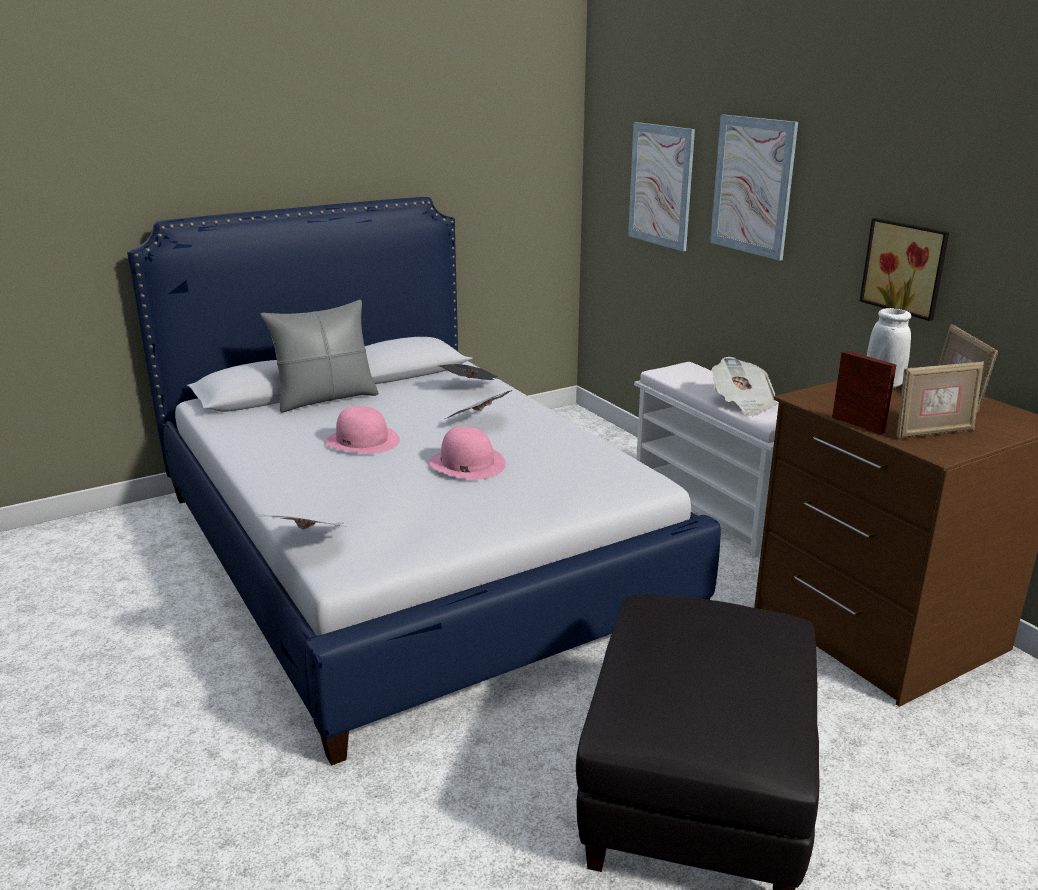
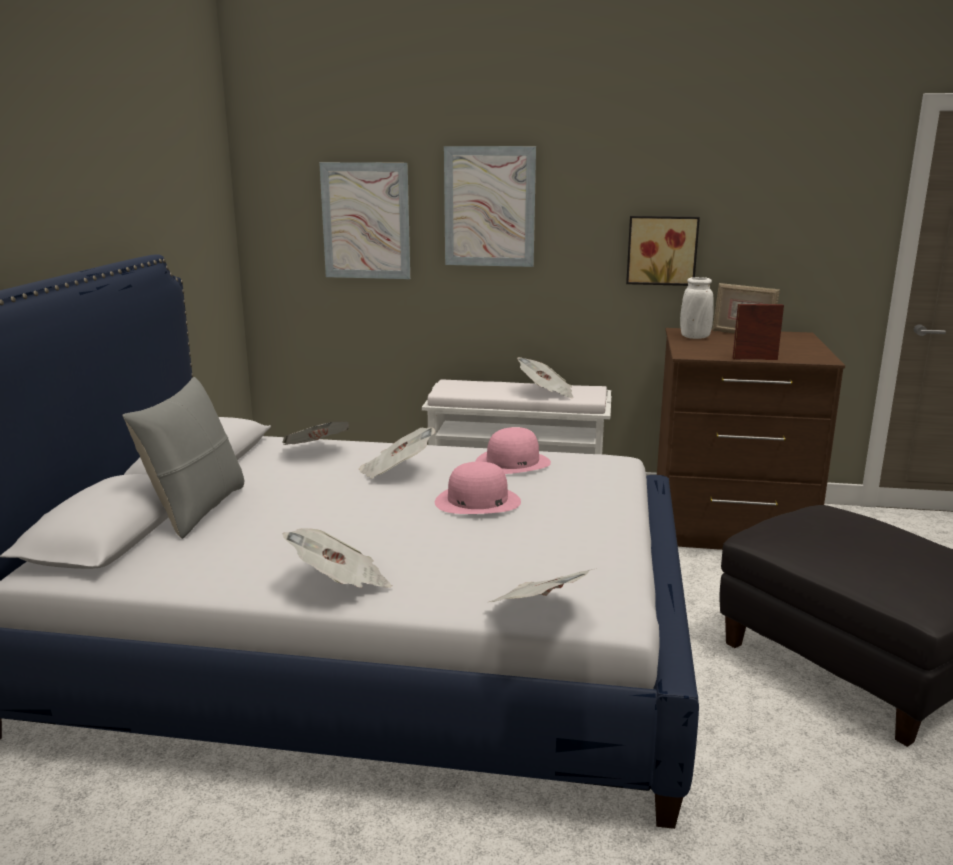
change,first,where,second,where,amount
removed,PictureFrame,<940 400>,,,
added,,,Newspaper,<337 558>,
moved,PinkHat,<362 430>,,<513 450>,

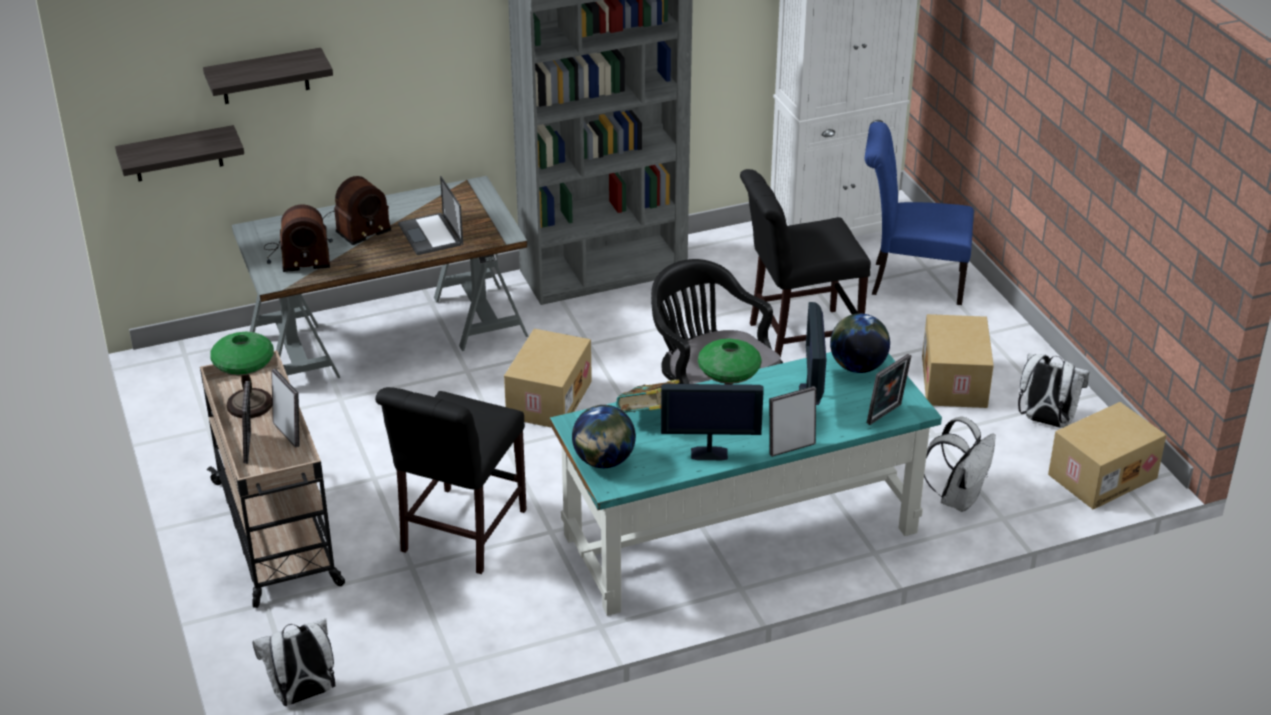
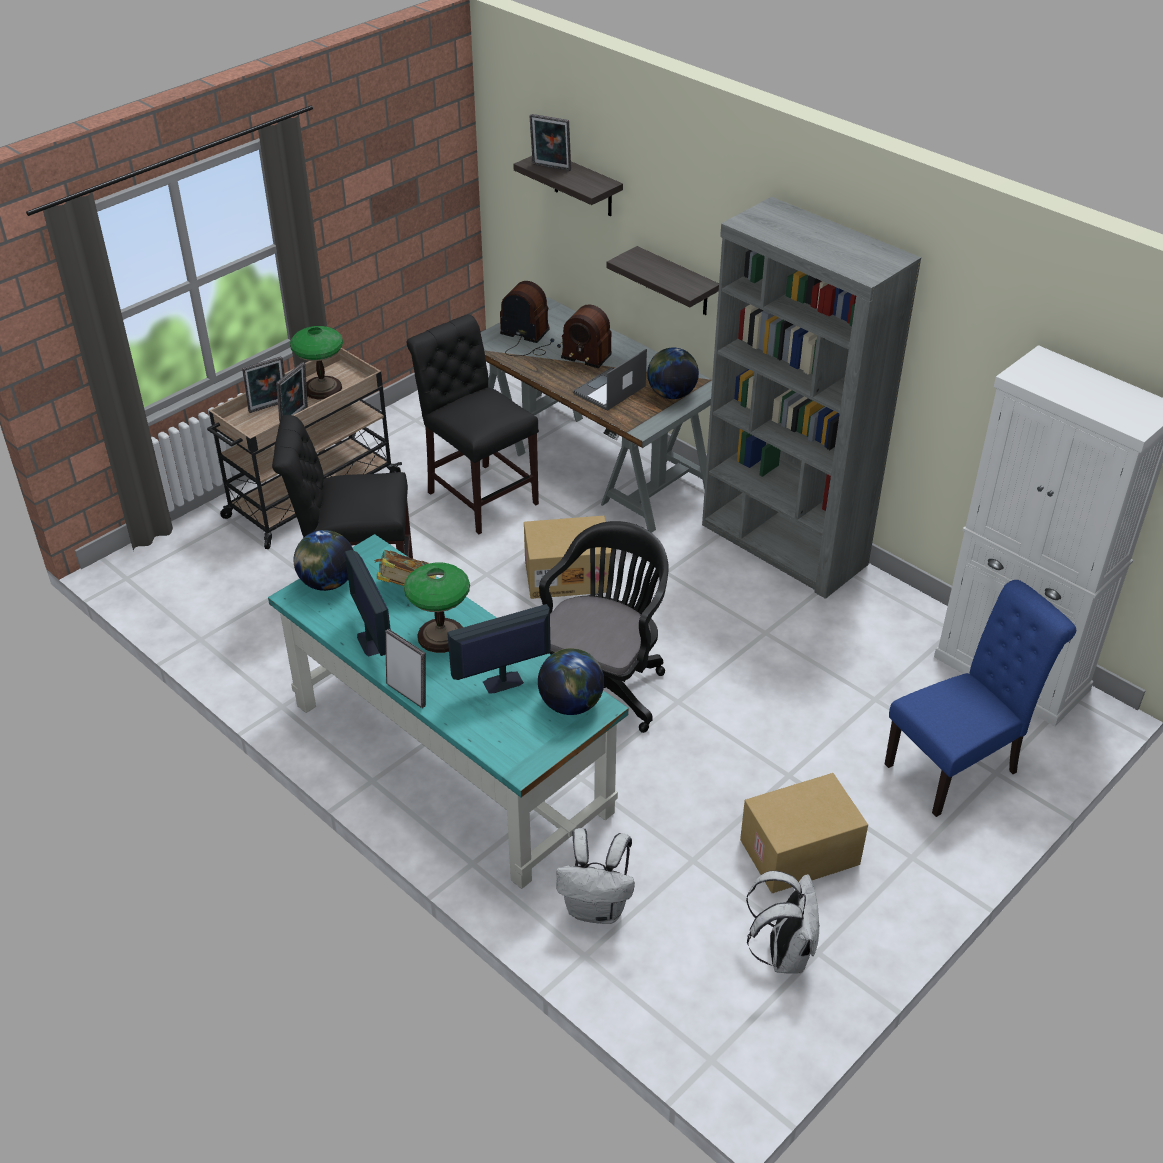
change,first,where,second,where,amount
removed,WhiteBackpack,<293 662>,,,
removed,CardboardBox,<1107 455>,,,
added,,,Globe,<673 373>,
moved,Shelf,<179 153>,,<662 280>,
moved,BlackChair,<805 263>,,<473 424>,
moved,PictureFrame,<889 389>,,<550 142>,
turned,Radio,<297 238>,,<527 318>,150 degrees clockwise
turned,BlueChair,<919 213>,,<980 698>,75 degrees clockwise

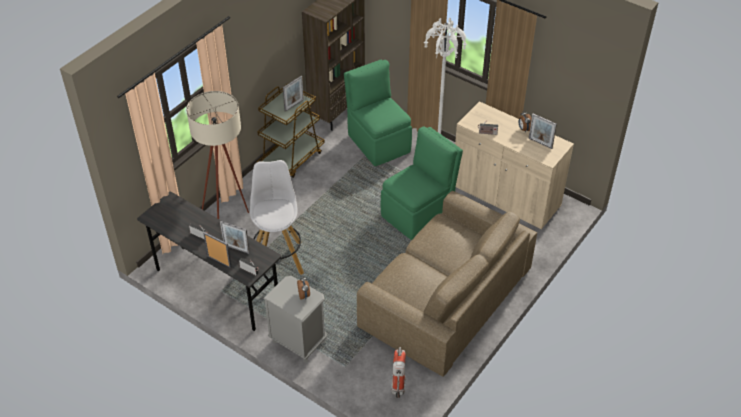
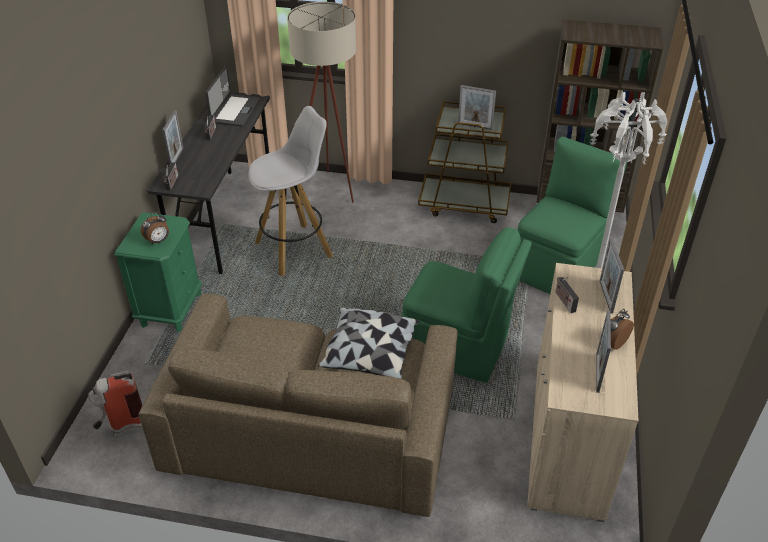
change,first,where,second,where,amount
added,,,Laptop,<232 96>,
added,,,Pillow,<369 343>,
moved,PictureFrame,<235 237>,,<611 276>,
recoloured,GreyNightstand,<295 319>,GreenNightstand,<158 272>,

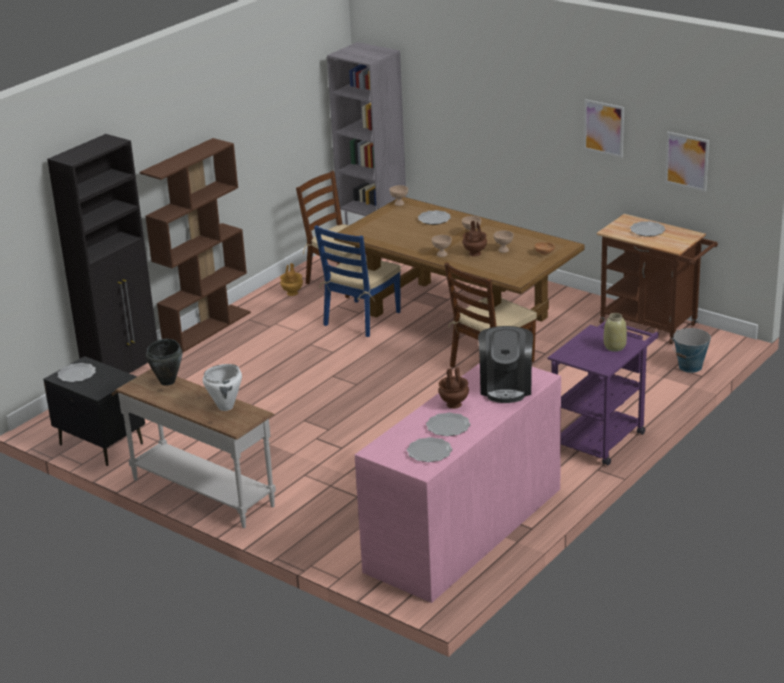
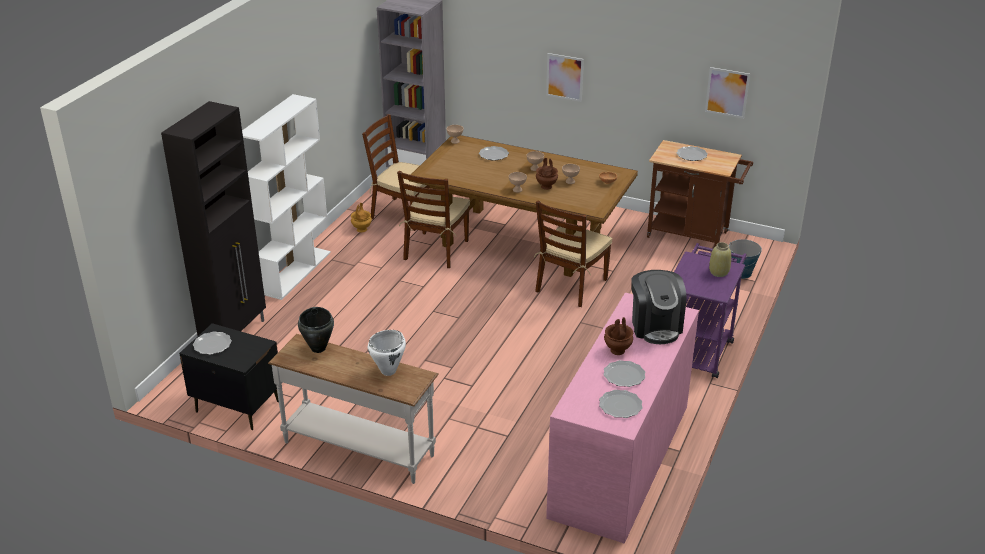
change,first,where,second,where,amount
moved,Picture,<604 128>,,<565 77>,
recoloured,BrownBookcase,<195 245>,WhiteBookcase,<286 197>,
recoloured,BlueChair,<357 281>,BrownChair,<433 219>,

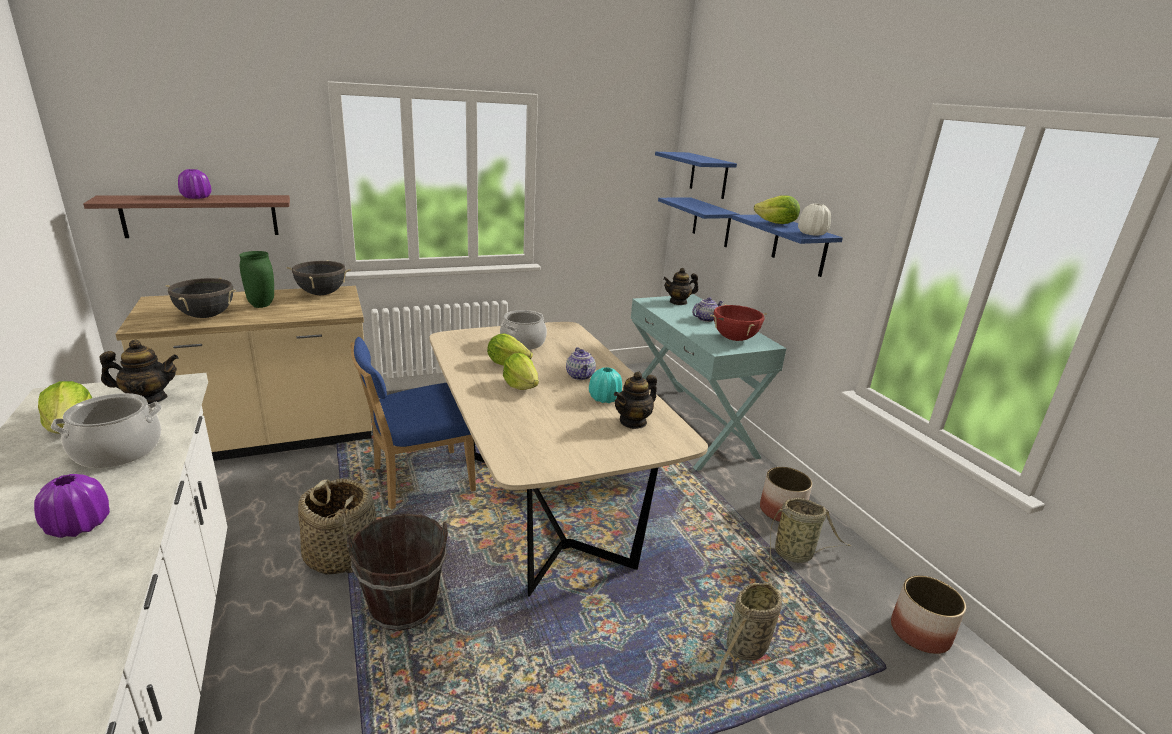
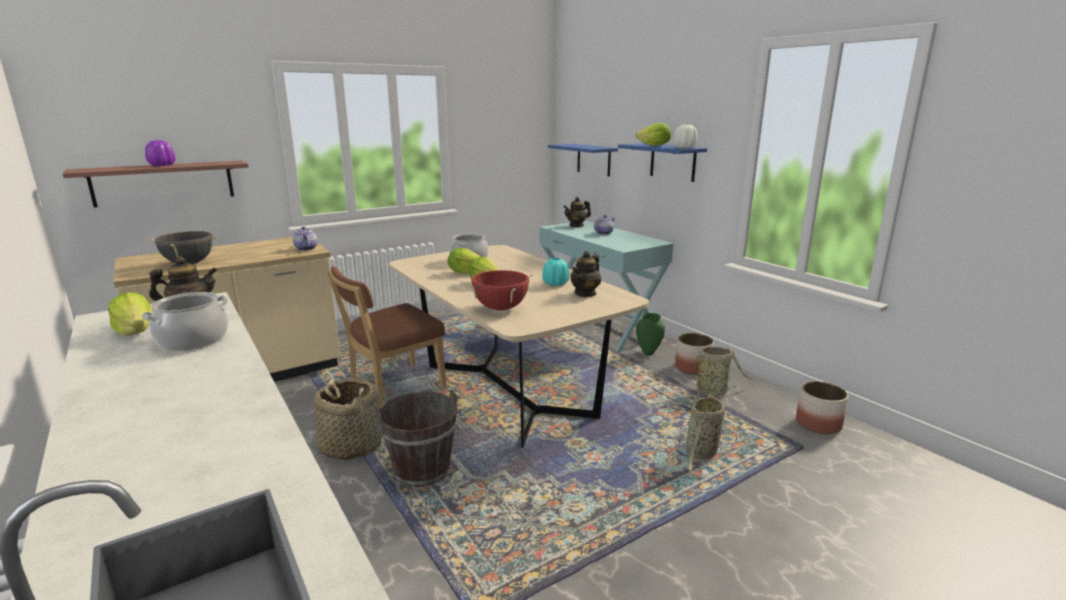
change,first,where,second,where,amount
removed,PurpleVase,<72 506>,,,
removed,BlackCookingPot,<318 277>,,,
removed,BlueShelf,<696 175>,,,
moved,GreenVase,<256 279>,,<650 334>,
moved,Teapot,<581 363>,,<305 239>,
moved,RedCookingPot,<738 322>,,<499 290>,
recoloured,BlueChair,<413 423>,BrownChair,<387 336>,

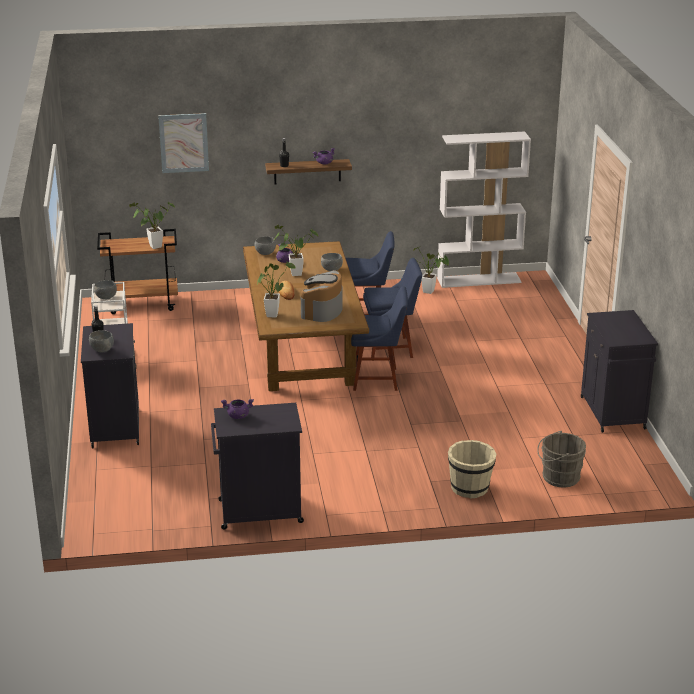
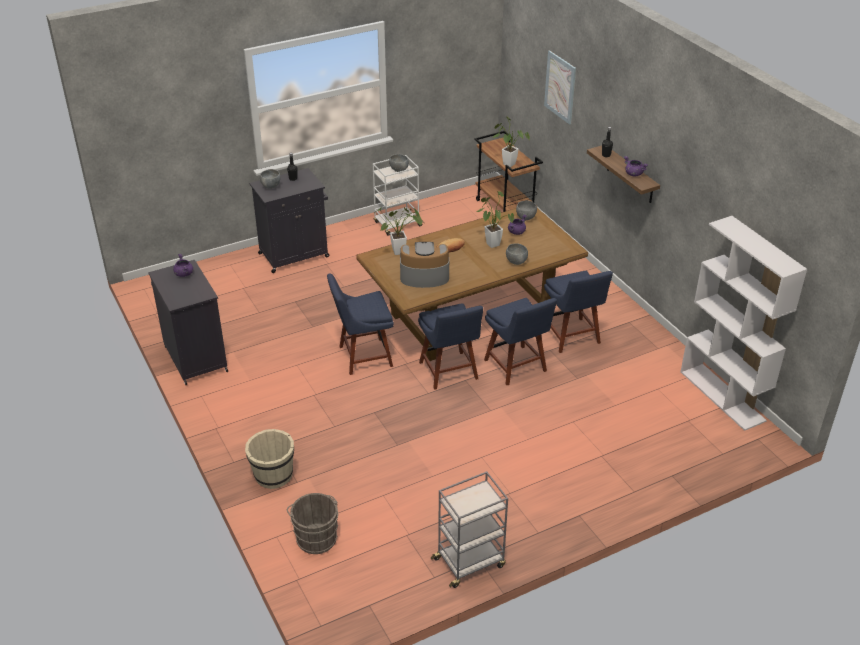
change,first,where,second,where,amount
removed,PottedPlant,<431 270>,,,
added,,,BlueChair,<360 324>,
replaced,BlackCabinet,<619 371>,GreyCart,<469 529>,

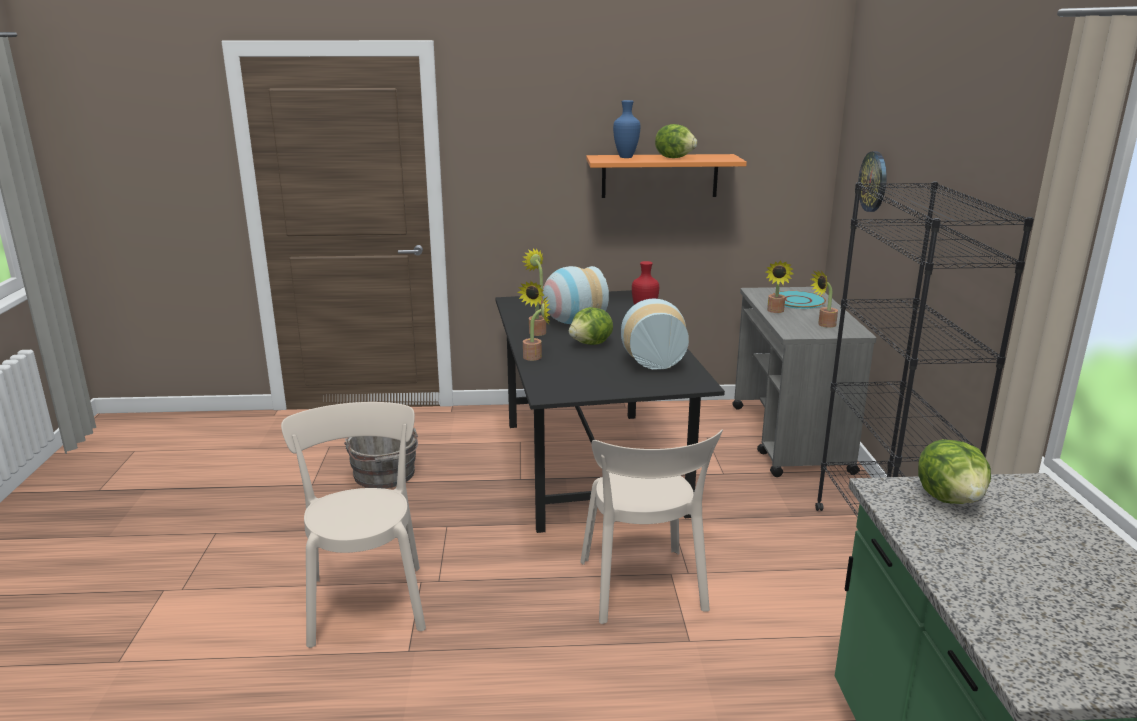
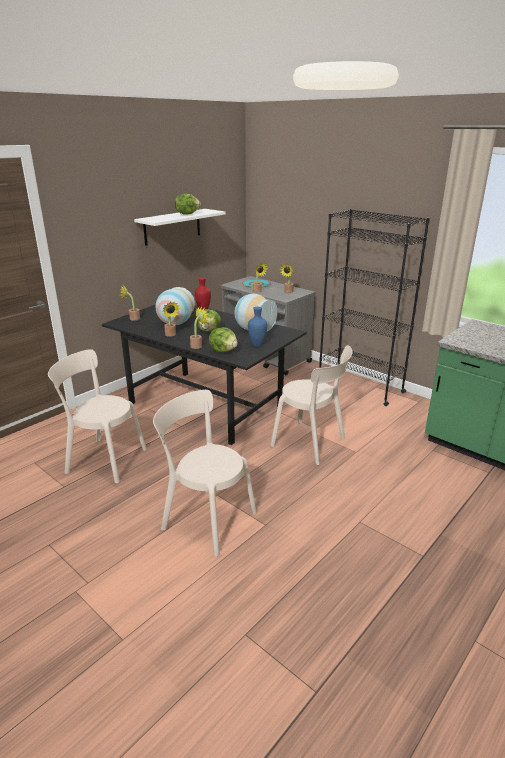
change,first,where,second,where,amount
removed,WallClock,<872 181>,,,
moved,BlueVase,<626 129>,,<257 327>,
moved,Lettuce,<954 471>,,<223 340>,
replaced,GreyBucket,<381 458>,BeigeChair,<97 416>,
recoloured,OrangeShelf,<666 176>,WhiteShelf,<180 227>,

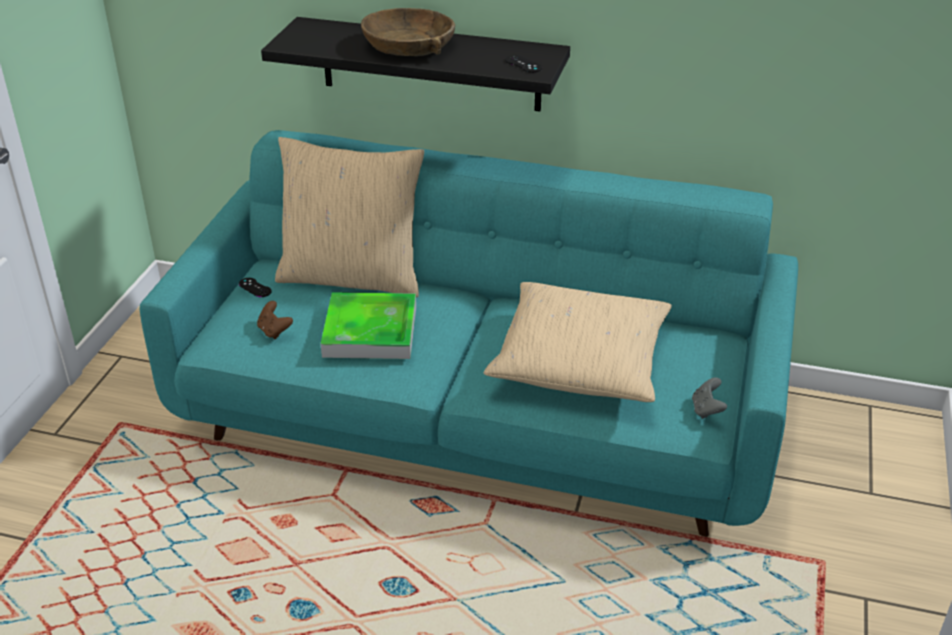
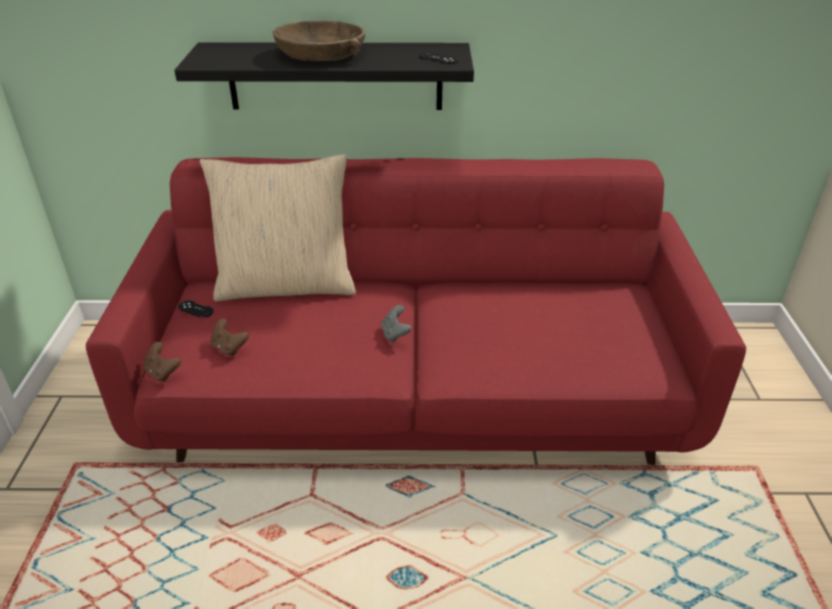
change,first,where,second,where,amount
removed,Tray,<368 325>,,,
removed,BeigePillow,<578 342>,,,
added,,,BrownGameController,<162 362>,
moved,GreyGameController,<709 398>,,<396 324>,
recoloured,TurquoiseSofa,<469 333>,RedSofa,<416 311>,

